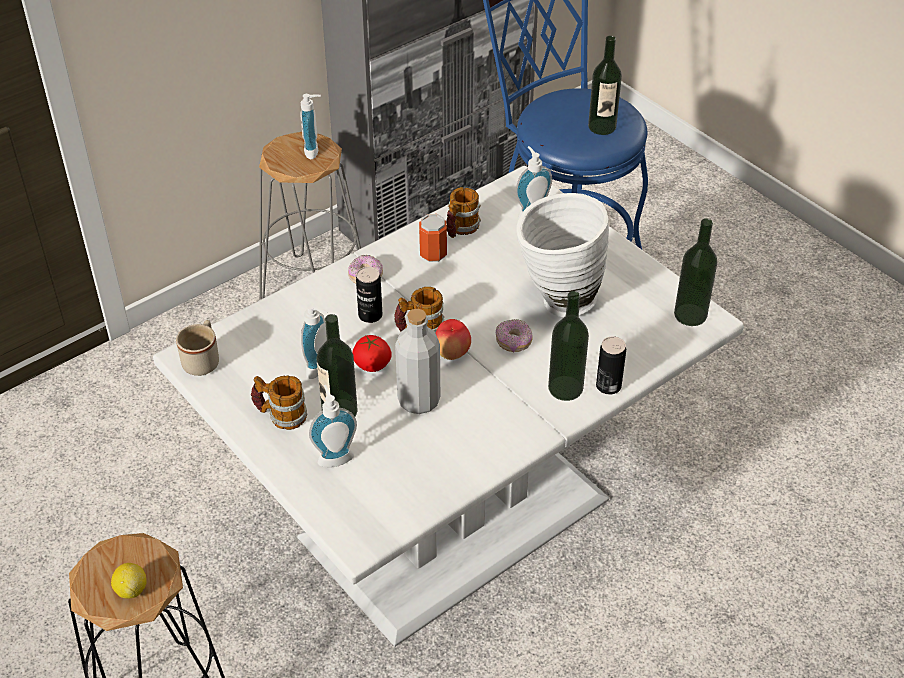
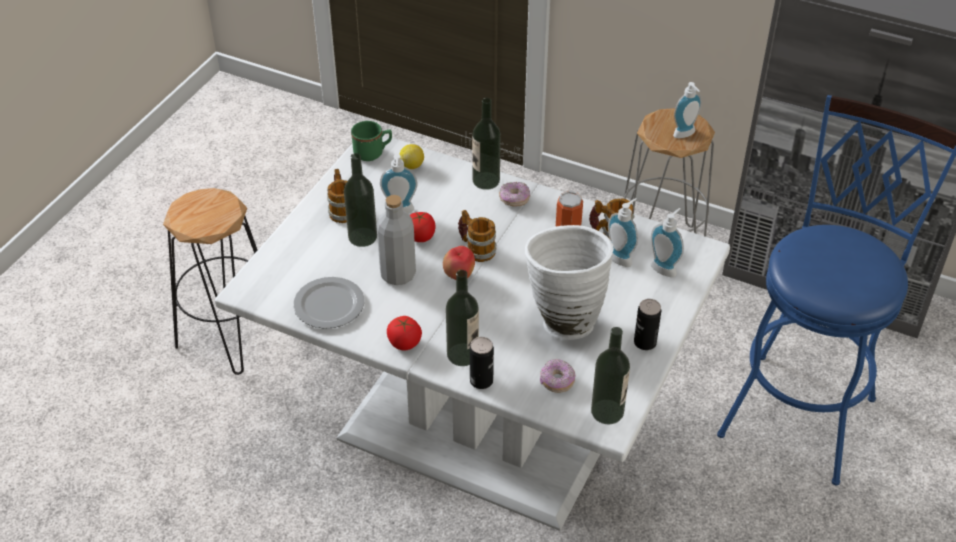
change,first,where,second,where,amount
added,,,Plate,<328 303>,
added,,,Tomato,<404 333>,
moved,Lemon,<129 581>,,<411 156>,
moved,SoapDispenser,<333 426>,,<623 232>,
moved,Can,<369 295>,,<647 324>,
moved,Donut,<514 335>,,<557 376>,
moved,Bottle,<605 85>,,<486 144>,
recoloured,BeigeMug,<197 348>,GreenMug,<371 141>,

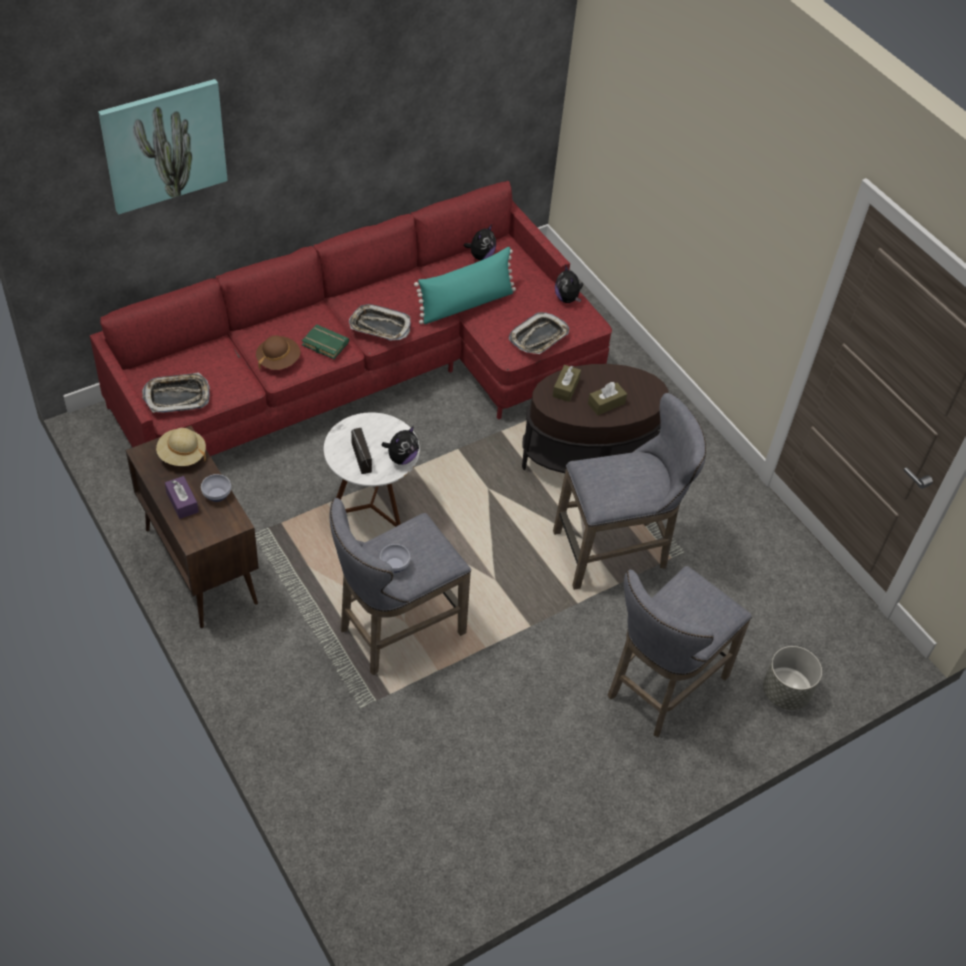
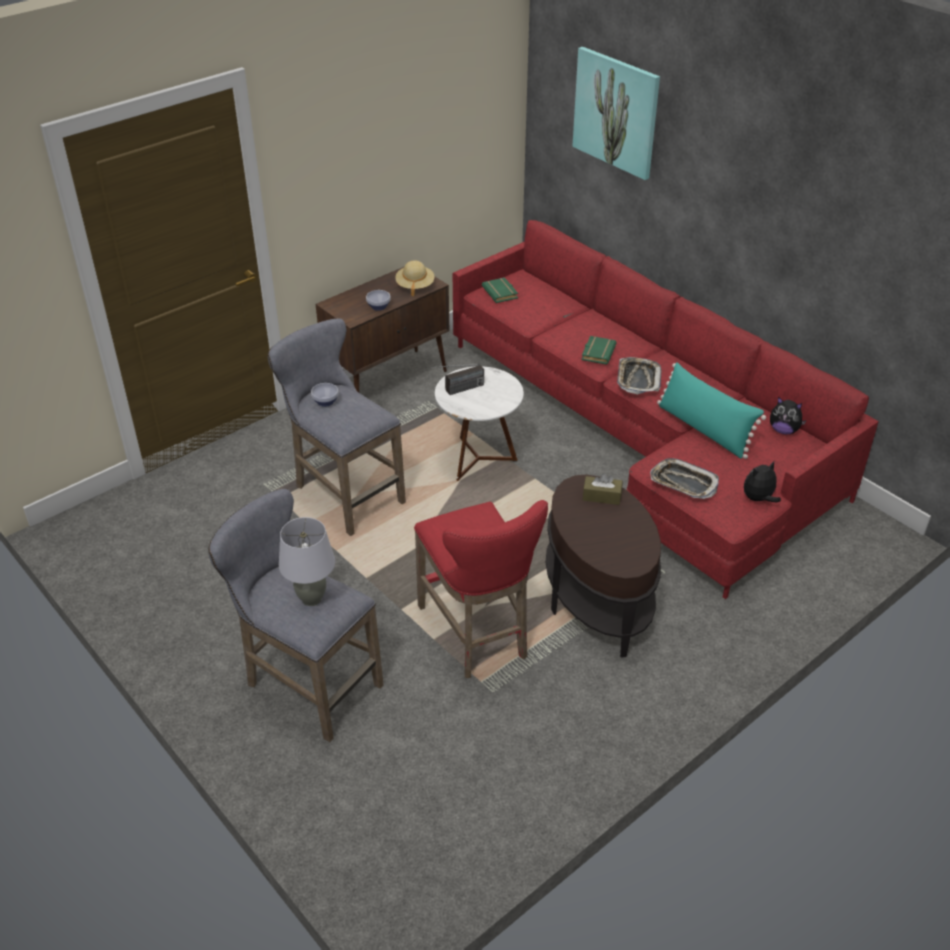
change,first,where,second,where,amount
removed,PurpleTissueBox,<182 497>,,,
removed,BrownHat,<278 352>,,,
removed,PlushToy,<400 445>,,,
removed,BrownTissueBox,<607 398>,,,
removed,GreyPlanter,<792 678>,,,
added,,,GreyTableLamp,<307 561>,
replaced,Tray,<176 393>,GreenBook,<500 290>,
recoloured,GreyStool,<629 491>,RedStool,<481 589>,

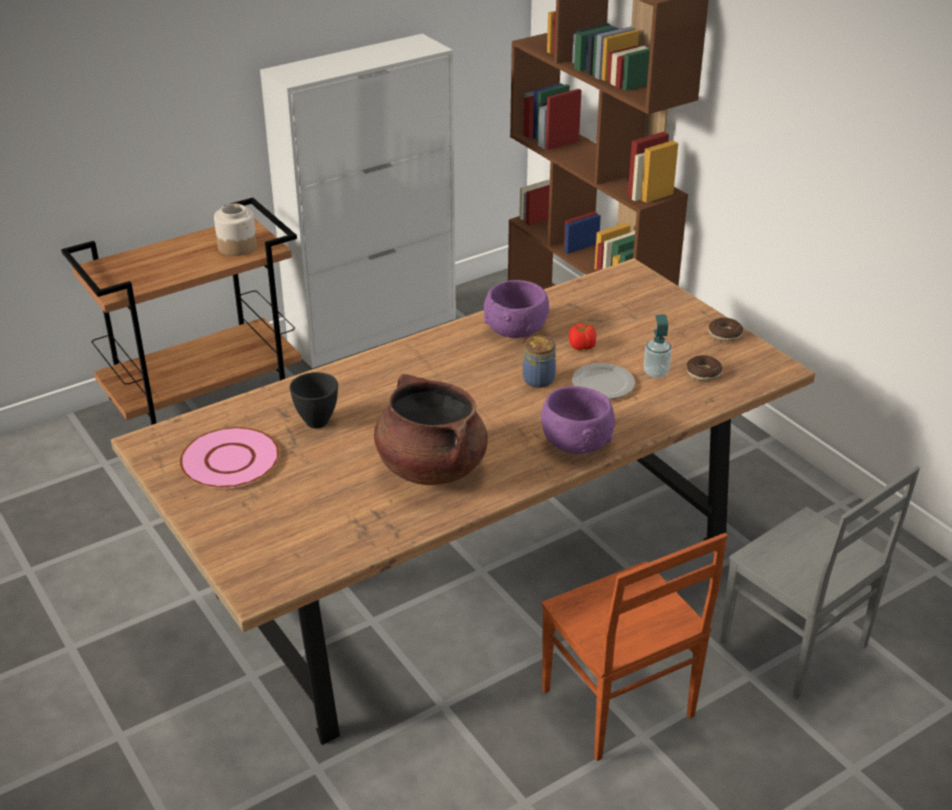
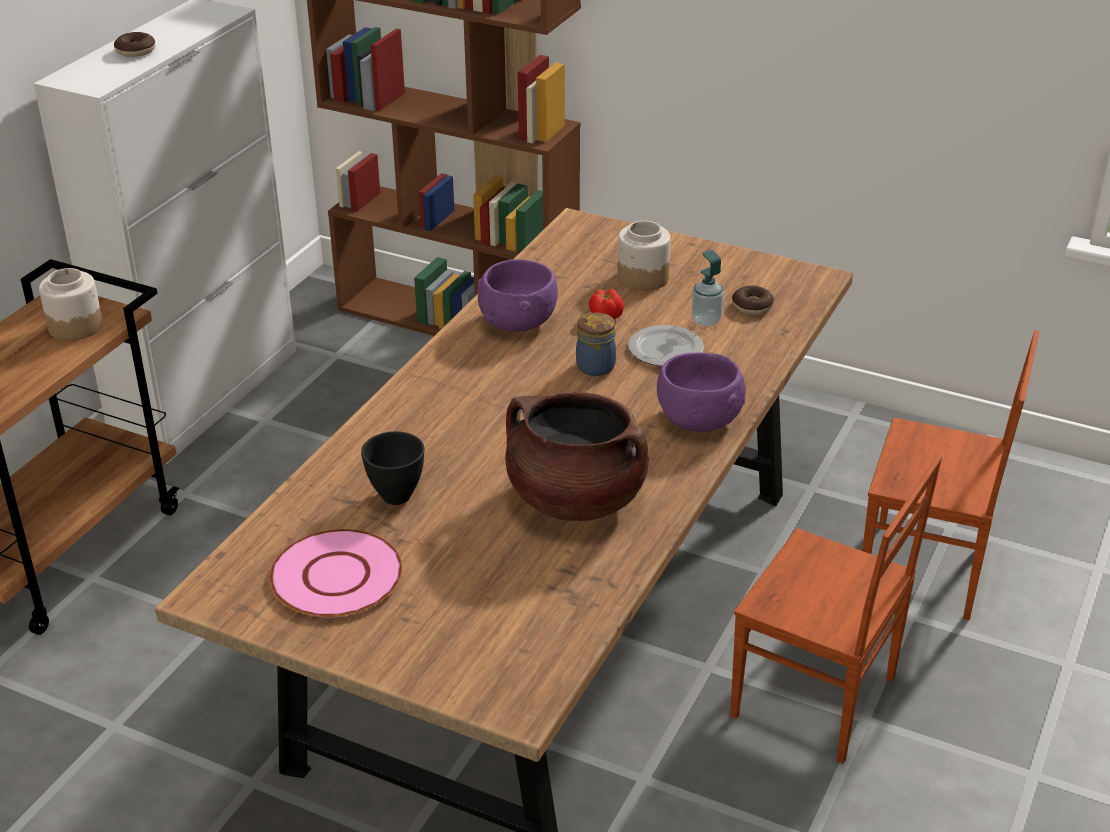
change,first,where,second,where,amount
added,,,Jar,<644 256>,
moved,Donut,<725 330>,,<134 44>,
recoloured,GreyChair,<820 582>,BrownChair,<950 475>,

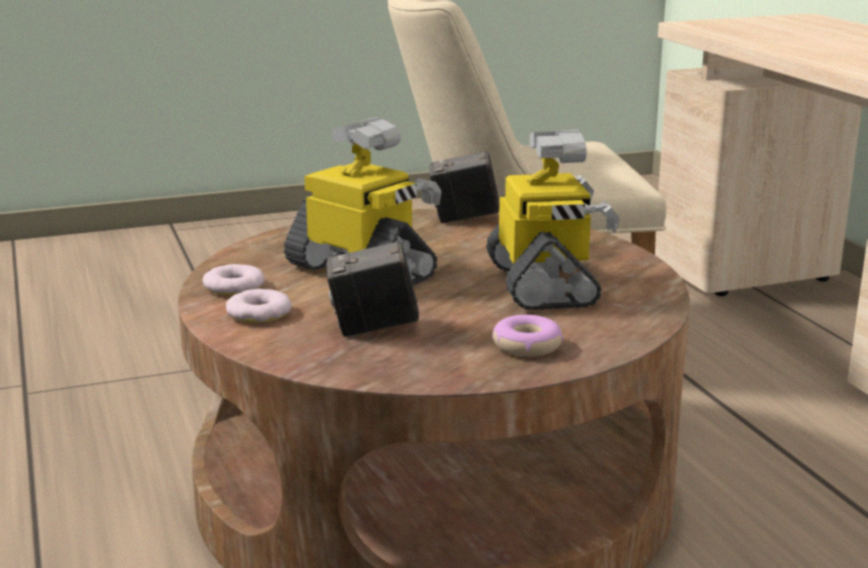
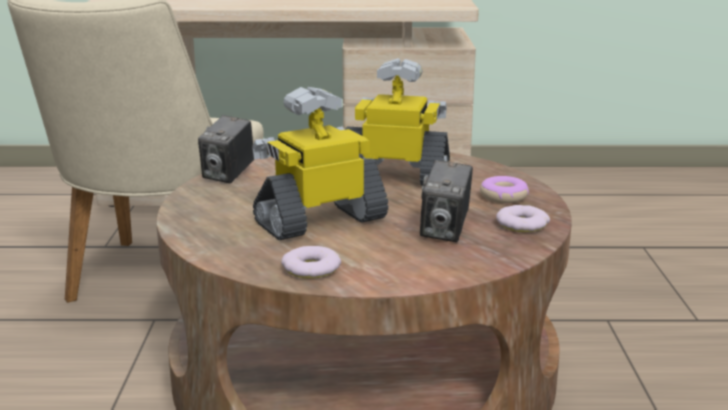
change,first,where,second,where,amount
moved,Donut,<259 306>,,<523 218>,

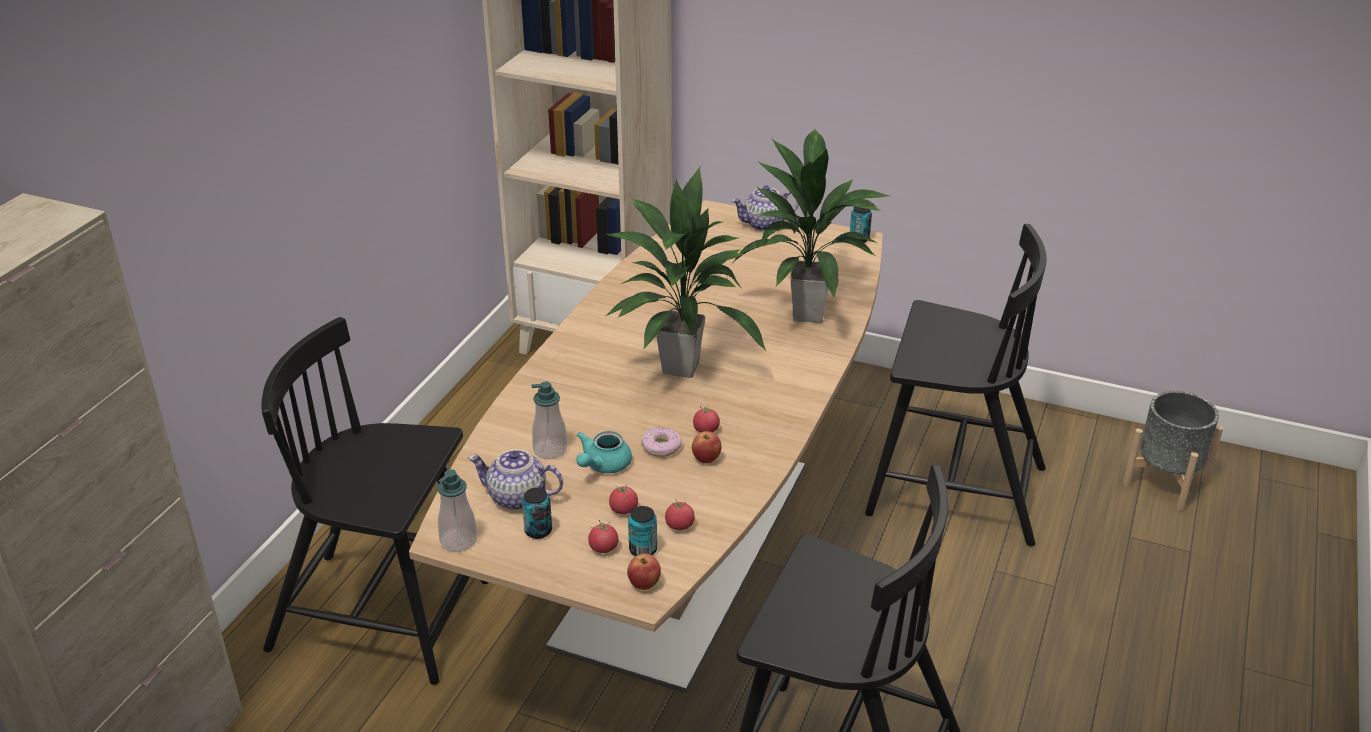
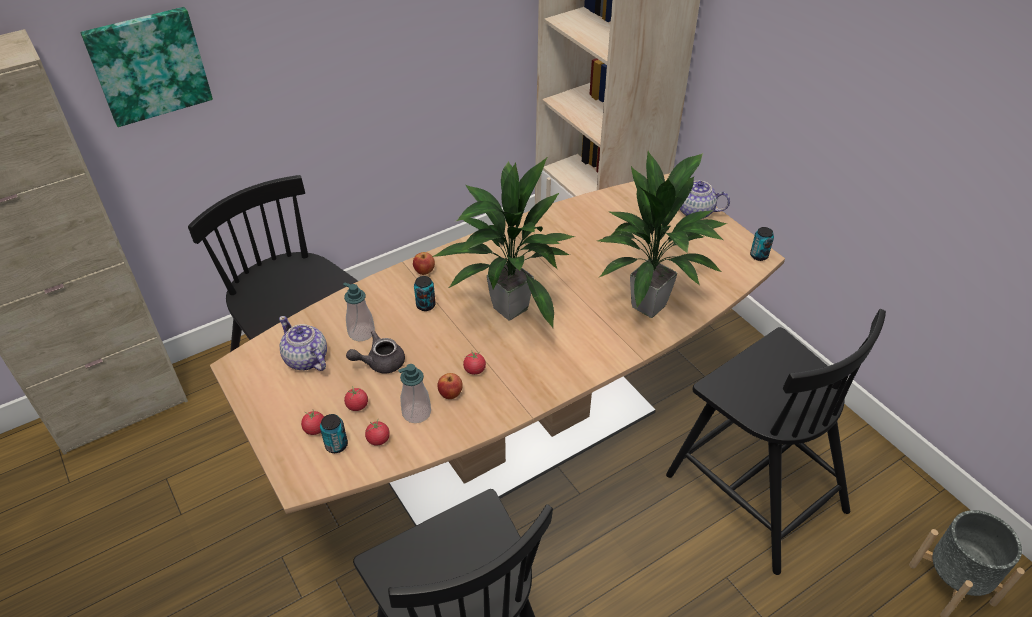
change,first,where,second,where,amount
removed,Donut,<661 442>,,,
added,,,Picture,<146 67>,
moved,SoapDispenser,<457 510>,,<414 393>,
moved,Can,<537 513>,,<425 293>,
moved,Apple,<644 572>,,<424 263>,
recoloured,TurquoiseTeapot,<604 452>,GreyTeapot,<375 352>,

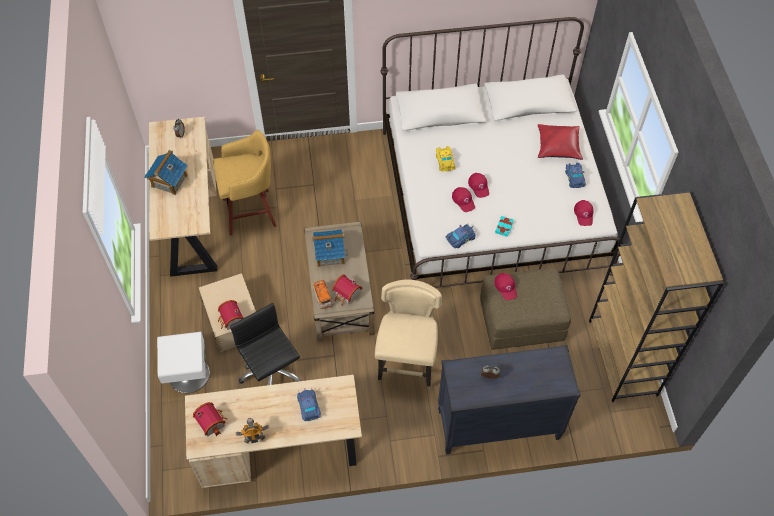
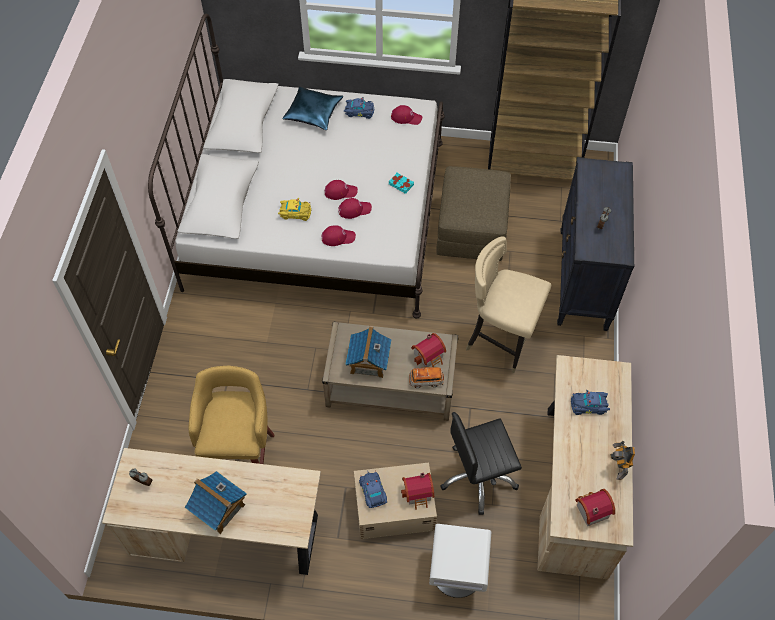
change,first,where,second,where,amount
moved,BlueToyCar,<460 235>,,<373 489>,
moved,RedCap,<506 286>,,<338 235>,
recoloured,RedPillow,<560 142>,BluePillow,<312 108>,

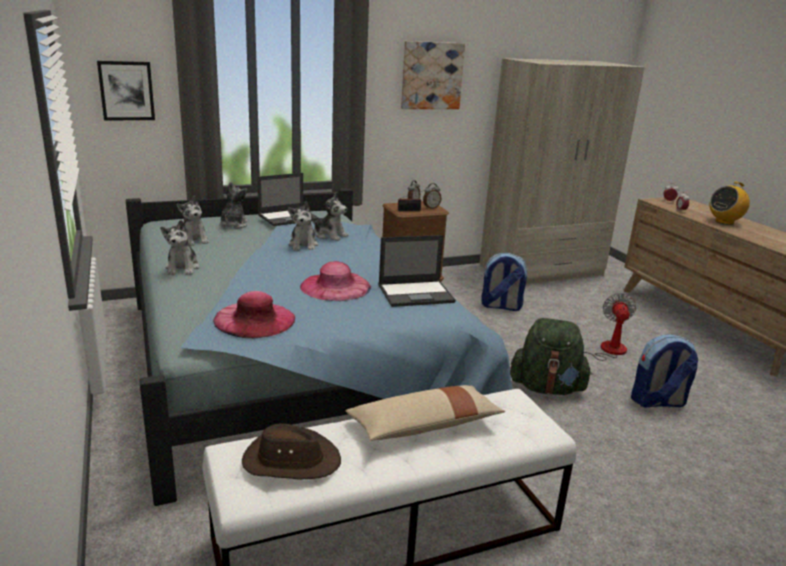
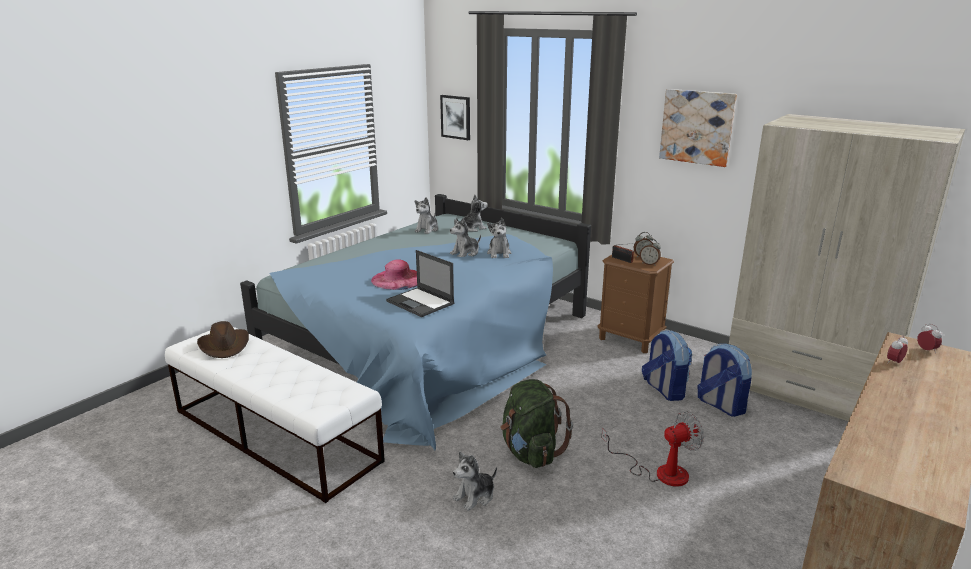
change,first,where,second,where,amount
removed,PinkHat,<254 314>,,,
removed,Laptop,<288 199>,,,
removed,BeigePillow,<425 413>,,,
removed,Radio,<729 203>,,,
moved,PlushToy,<180 247>,,<475 481>,
moved,Backpack,<664 371>,,<724 380>,

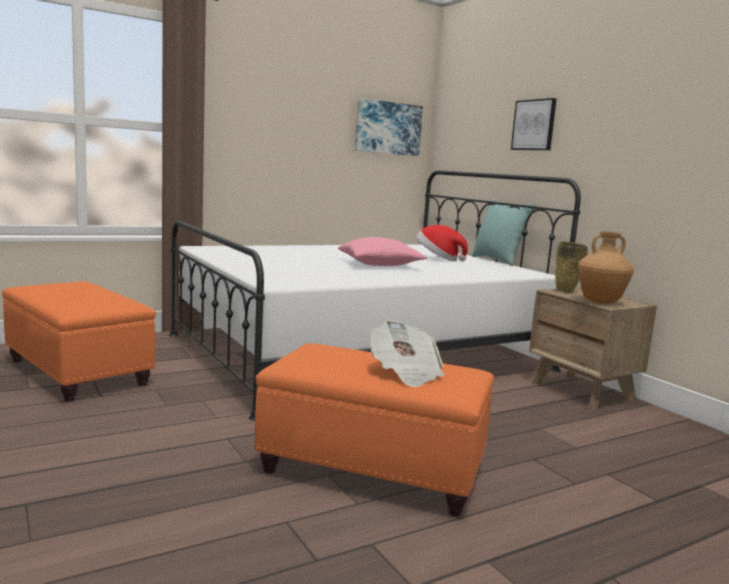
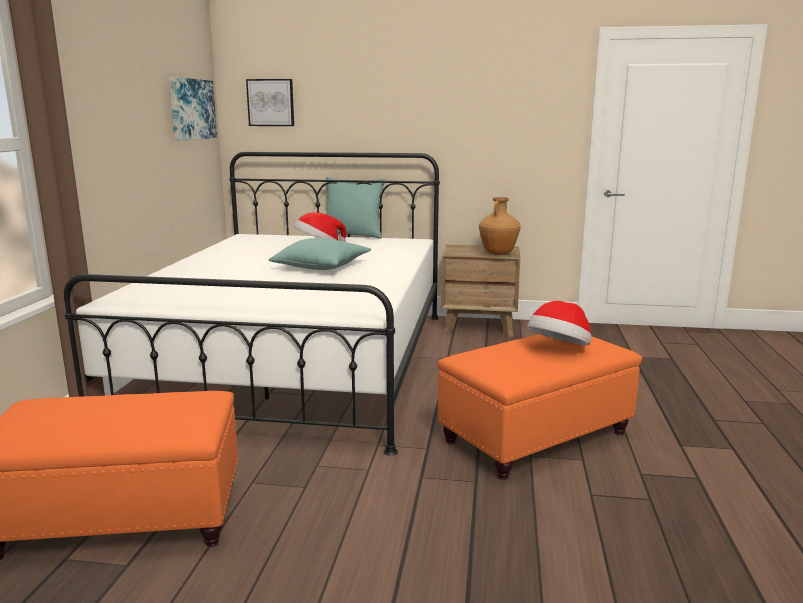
change,first,where,second,where,amount
removed,BeigeVase,<571 267>,,,
moved,Picture,<534 124>,,<270 102>,
replaced,Newspaper,<408 353>,Hat,<559 323>,
recoloured,PinkPillow,<382 251>,TurquoisePillow,<320 254>,

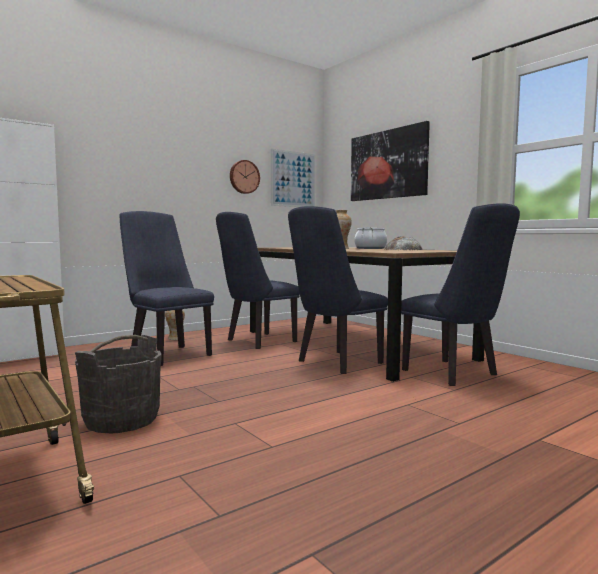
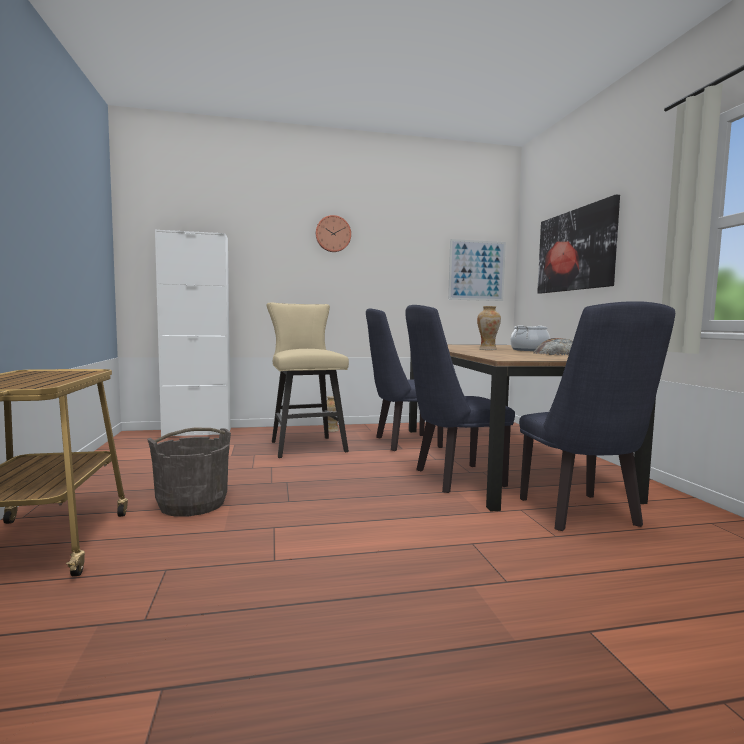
change,first,where,second,where,amount
moved,WallClock,<245 177>,,<333 233>,
replaced,BlueChair,<167 288>,BeigeStool,<307 380>,

